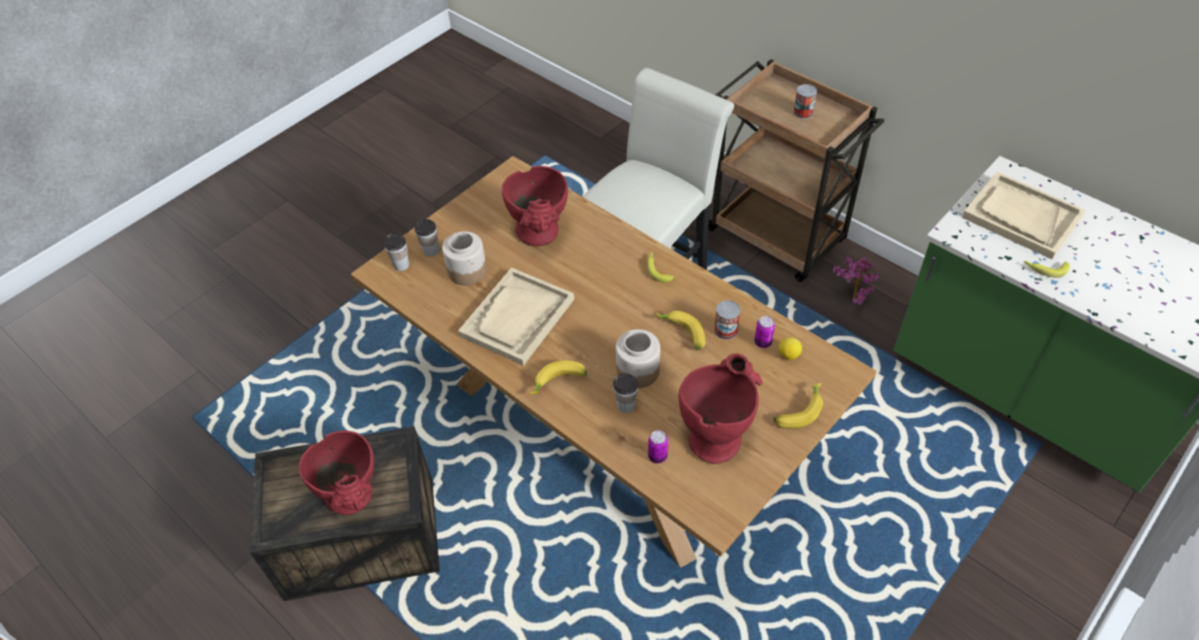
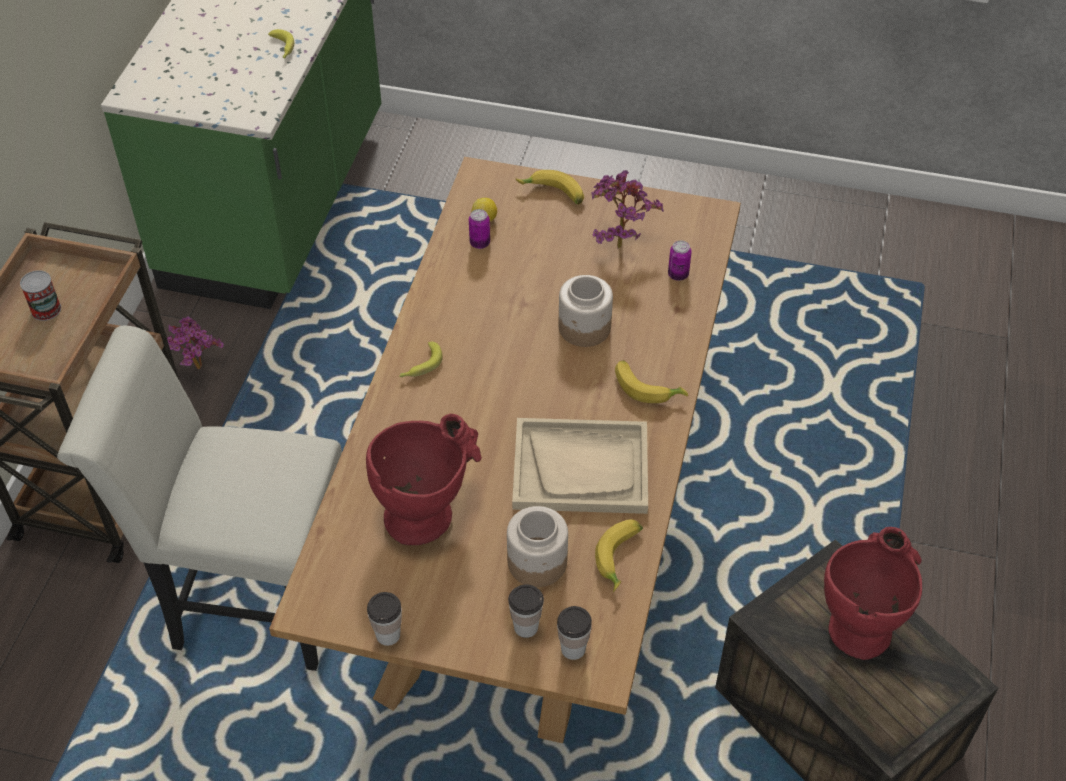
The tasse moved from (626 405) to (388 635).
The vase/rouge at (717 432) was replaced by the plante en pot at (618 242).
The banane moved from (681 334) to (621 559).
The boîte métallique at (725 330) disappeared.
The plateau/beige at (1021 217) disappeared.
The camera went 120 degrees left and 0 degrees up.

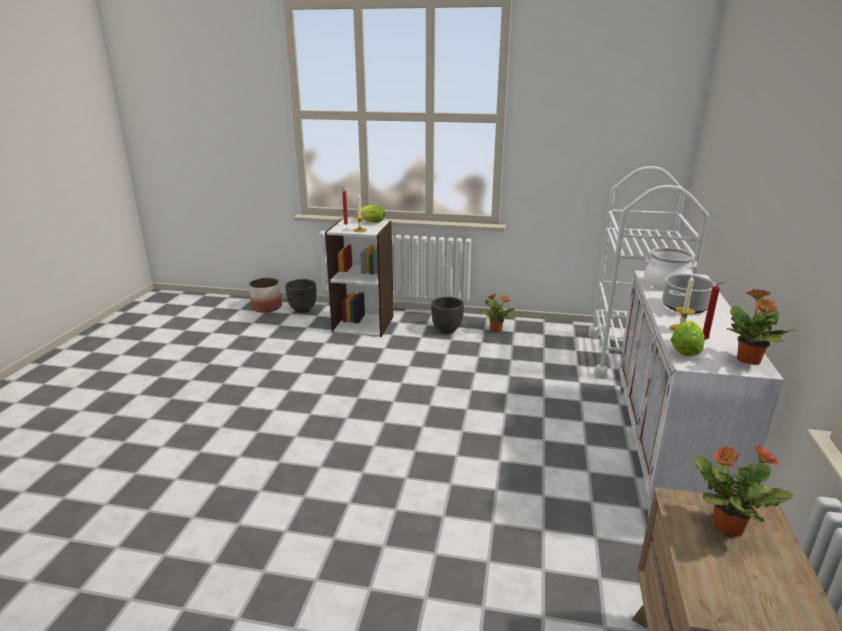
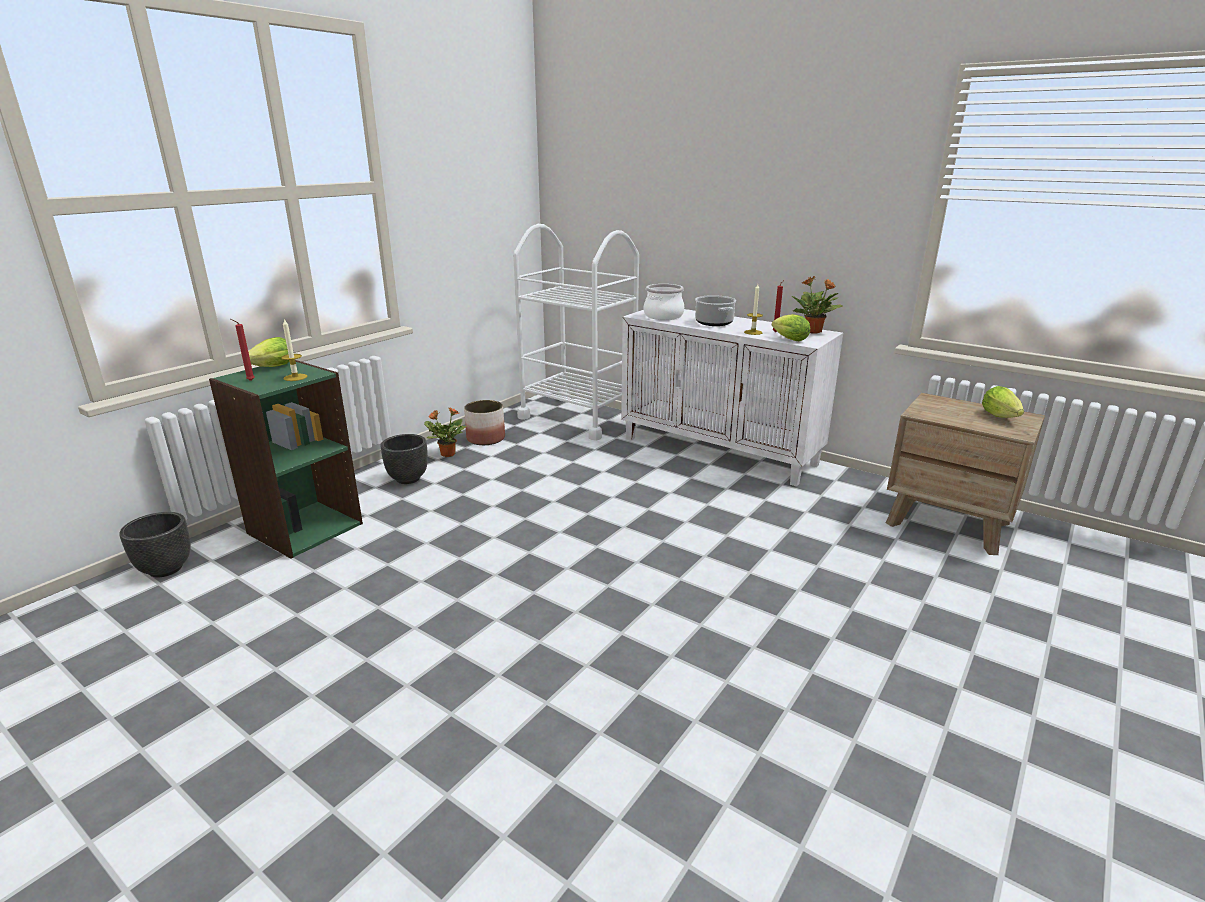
The bibliothèque/blanc at (363 324) became the bibliothèque/vert at (304 528).
The cache-pot moved from (267 307) to (485 438).
The laitue at (1001 417) appeared.
The plante en pot at (726 526) disappeared.
The camera went 65 degrees left and 0 degrees up.

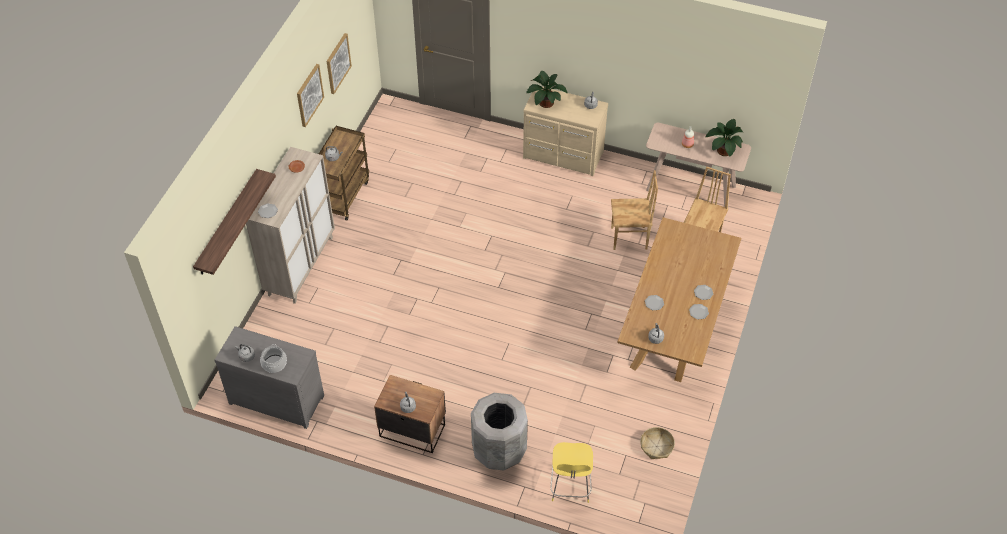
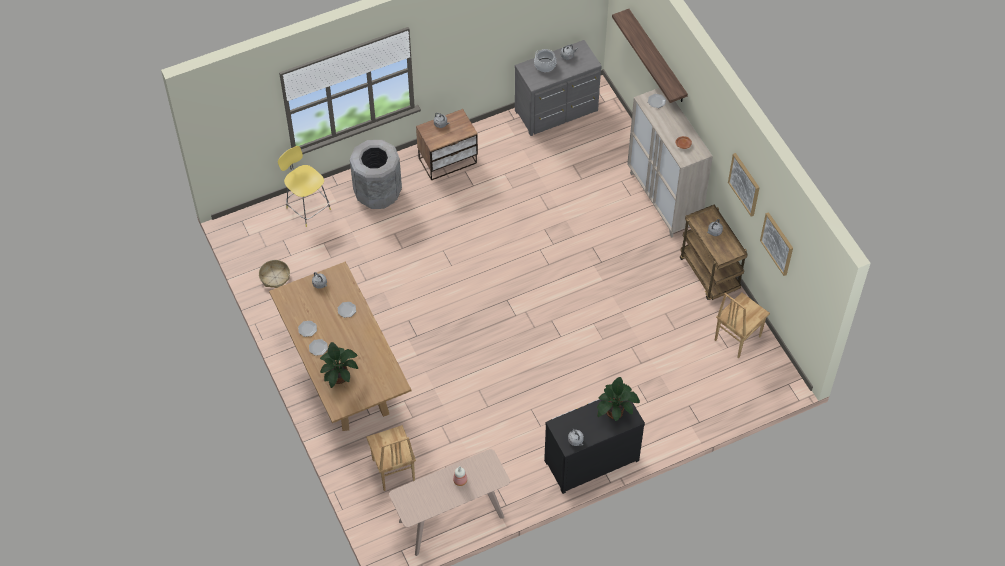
The plante en pot moved from (723 151) to (339 375).
The commode/beige at (563 156) became the commode/noir at (589 458).
The chaise/marron moved from (629 239) to (736 338).
The camera went 135 degrees right and 5 degrees up.

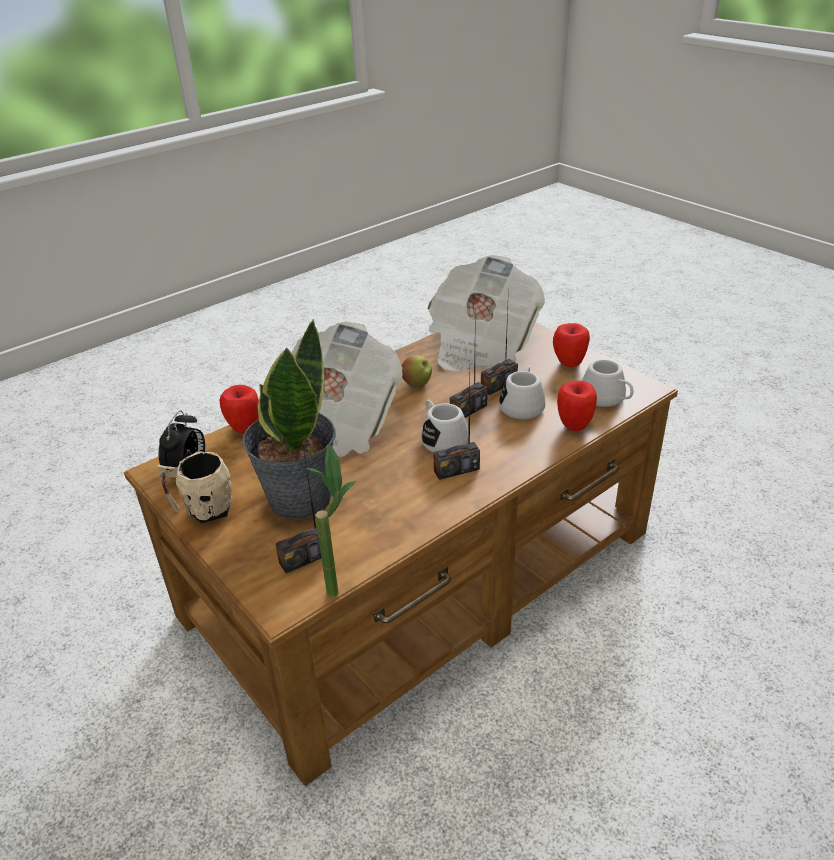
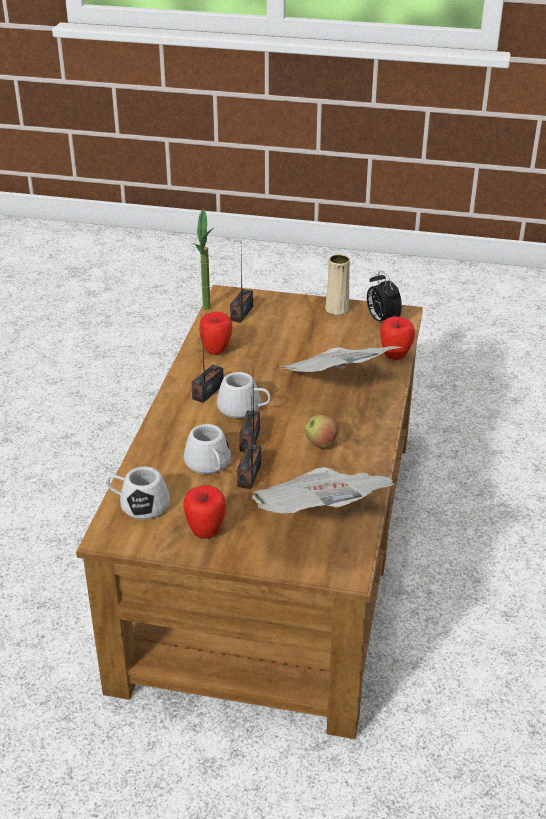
The pomme moved from (574 425) to (216 351).
The mug/beige at (202 509) was replaced by the vase/beige at (337 309).
The plante en pot at (298 498) disappeared.
The camera went 140 degrees right and 0 degrees up.

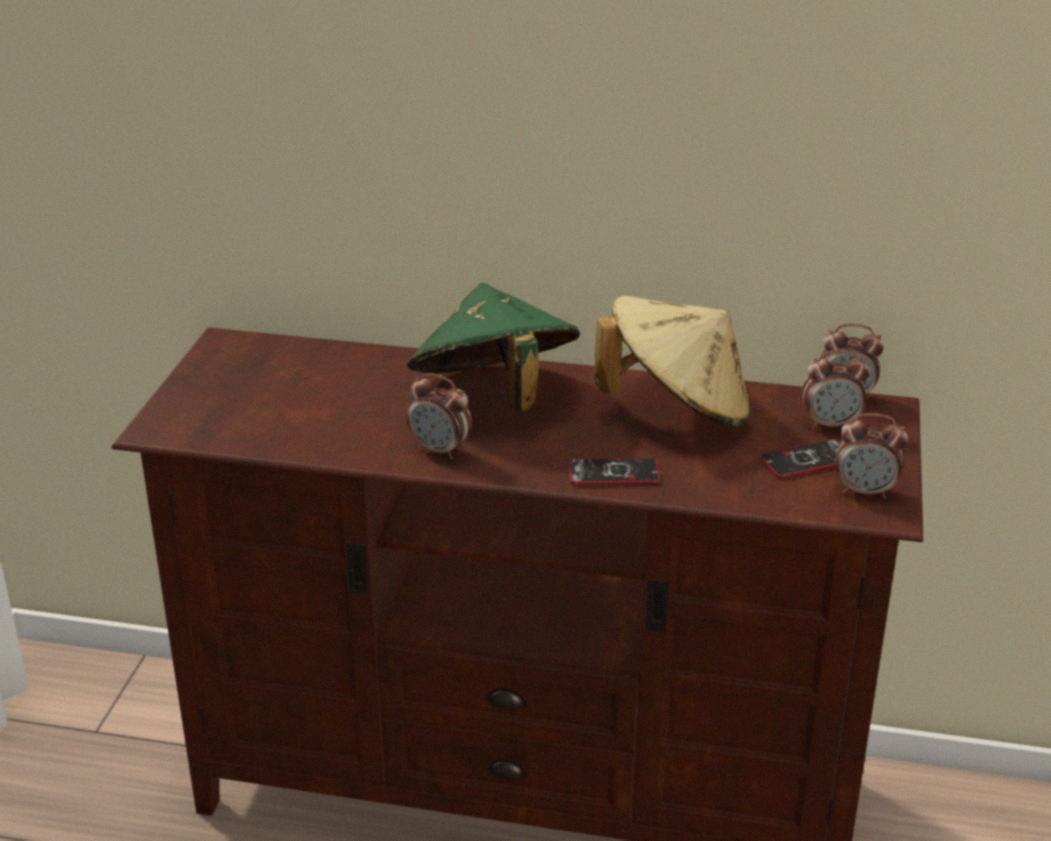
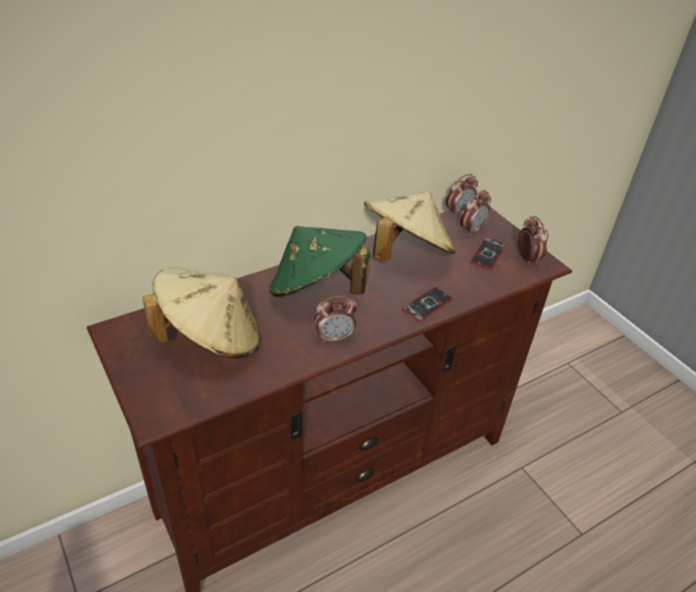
The chapeau/beige at (211 339) appeared.
The réveil at (865 491) turned 75 degrees counterclockwise.
The camera went 45 degrees left and 10 degrees up.

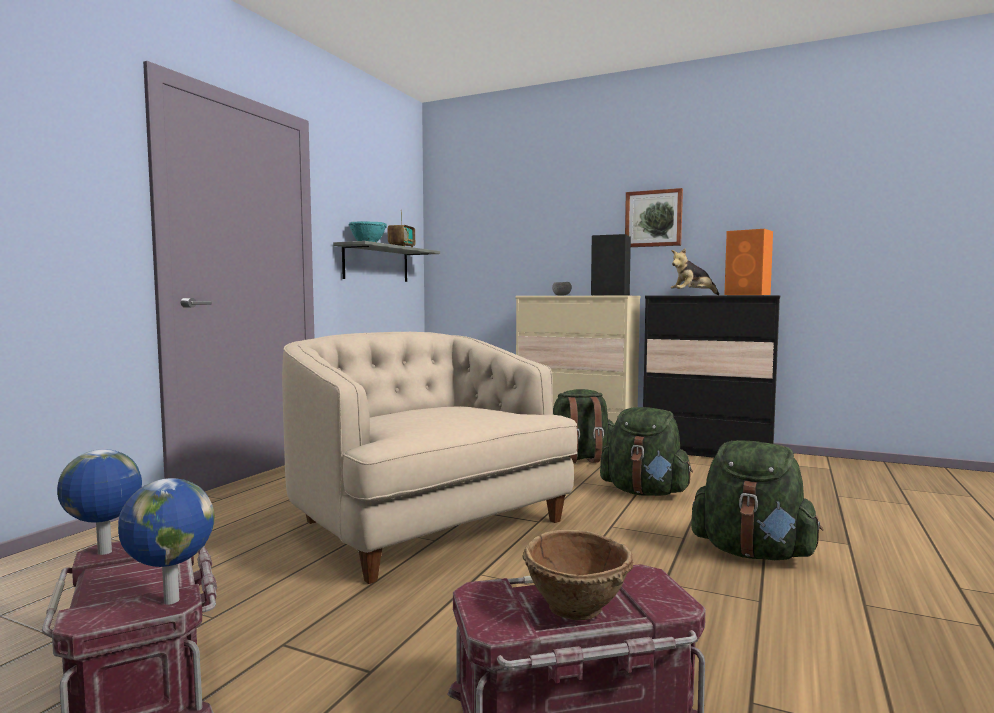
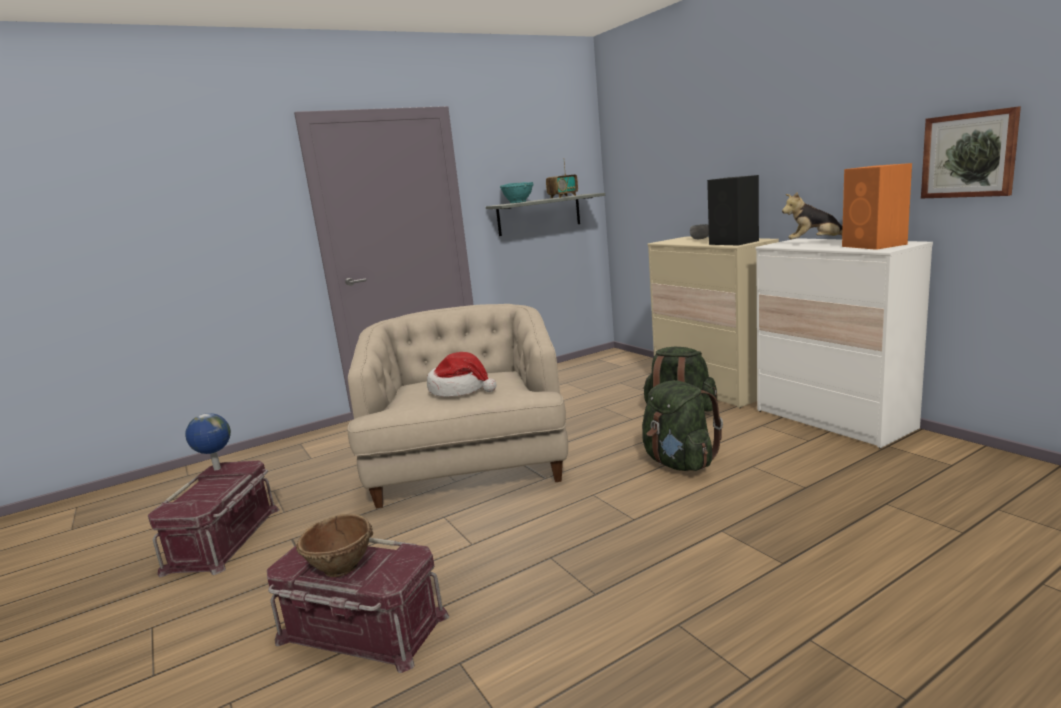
The chapeau at (460 389) appeared.
The commode/noir at (707 451) became the commode/blanc at (833 420).
The tableau moved from (653 218) to (969 155).
The globe at (169 601) disappeared.
The sac à dos/vert at (752 553) disappeared.
The camera went 35 degrees right and 10 degrees up.

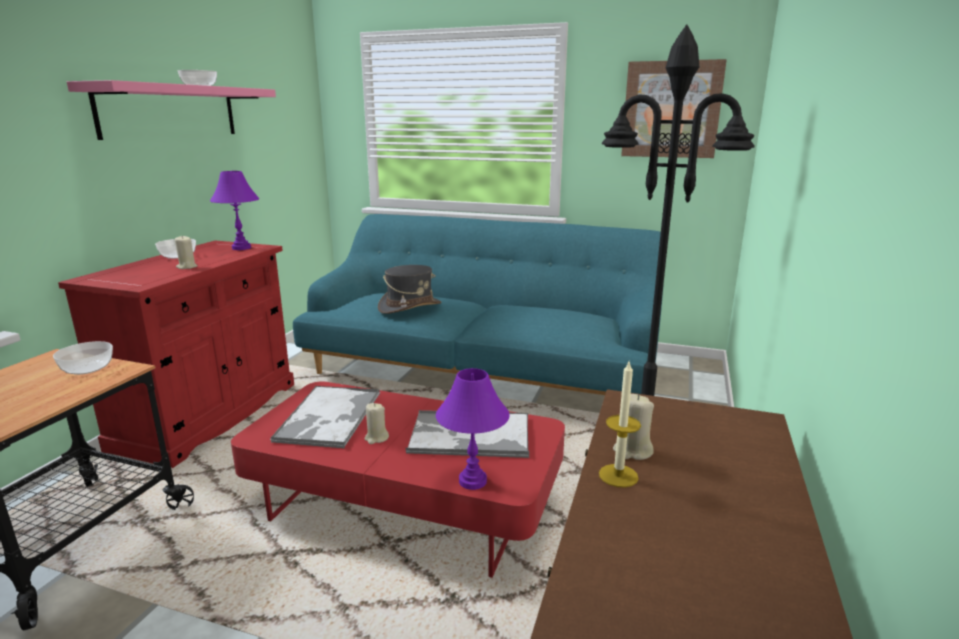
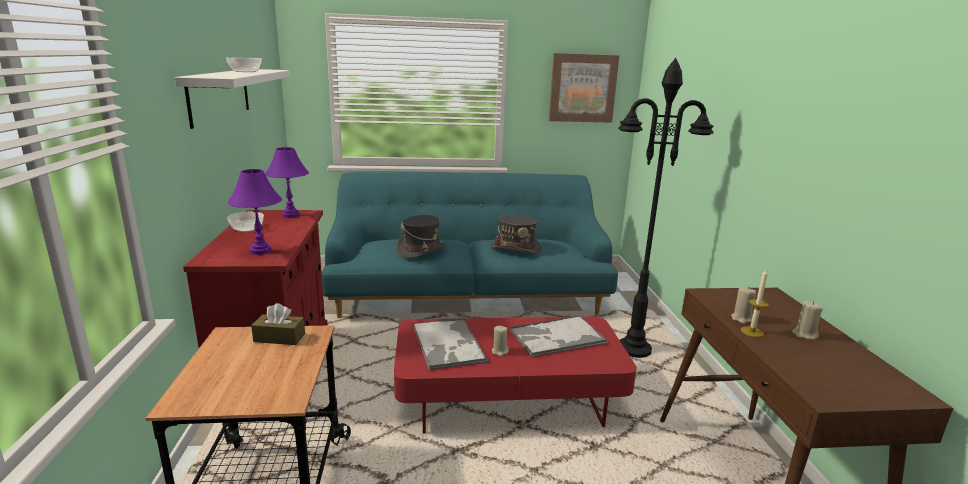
The étagère/rose at (170 111) became the étagère/blanc at (220 95).
The lampe de table/violet moved from (472 480) to (260 251).
The bol at (86 368) was replaced by the boîte à mouchoirs/marron at (279 338).
The chapeau/gris at (516 248) appeared.
The bougie/beige moved from (187 267) to (804 335).
The camera went 25 degrees left and 0 degrees up.

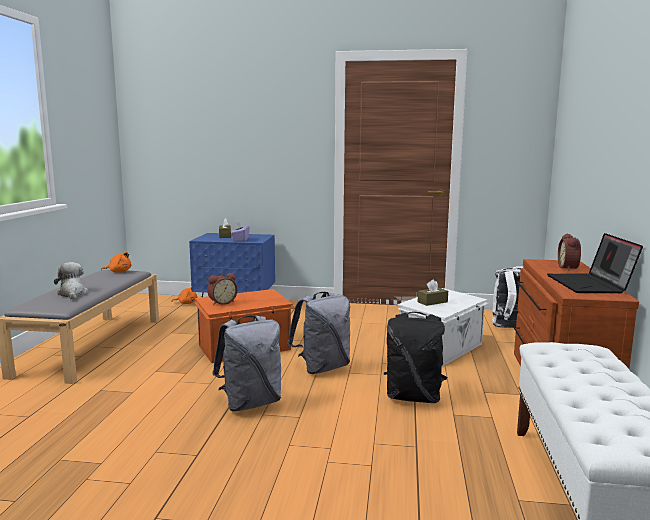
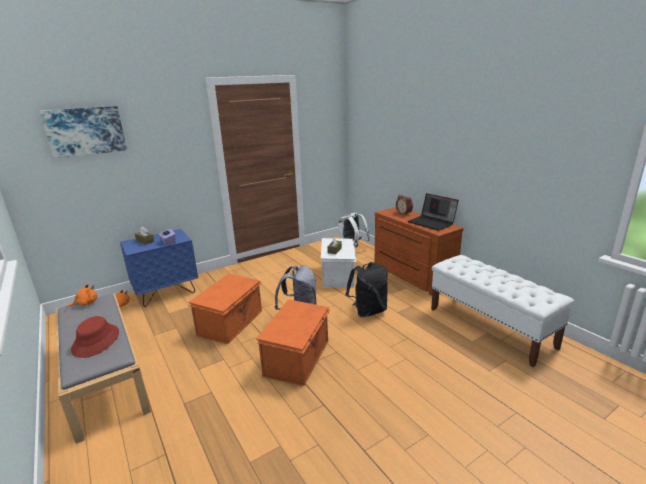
The tableau at (85 131) appeared.
The peluche at (72 294) was replaced by the chapeau/rouge at (96 341).
The sac à dos/gris at (250 403) was replaced by the boîte de rangement/orange at (298 357).
The réveil at (222 302) disappeared.
The camera went 40 degrees left and 10 degrees up.

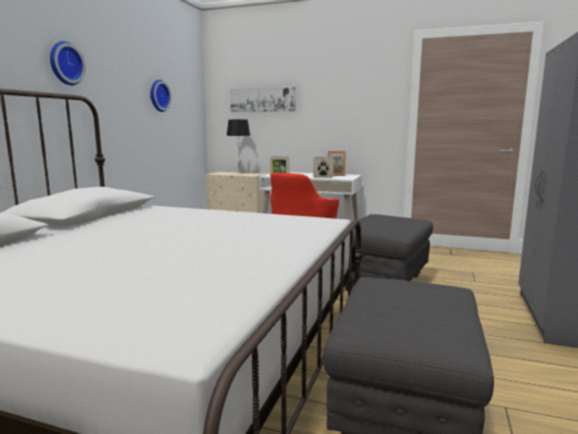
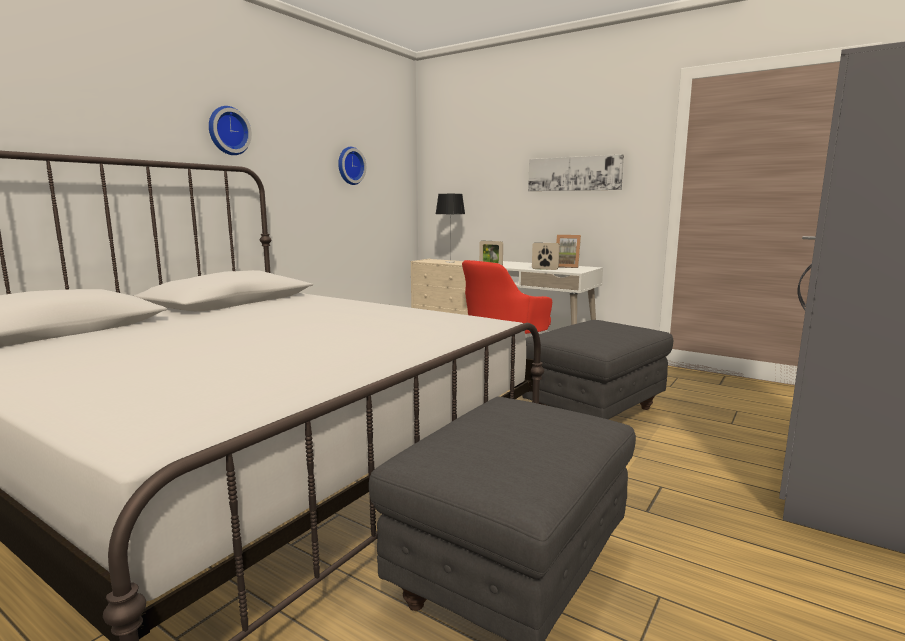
The tableau moved from (262 99) to (574 174).
The camera went 15 degrees right and 0 degrees up.

